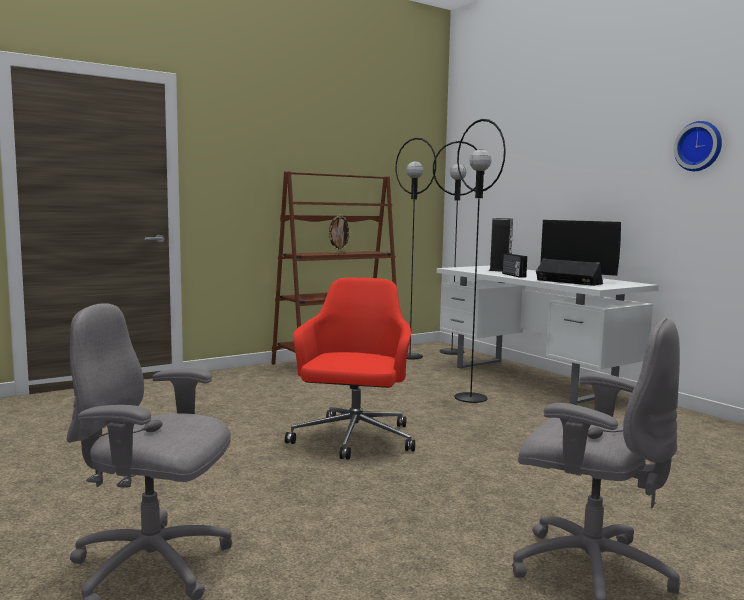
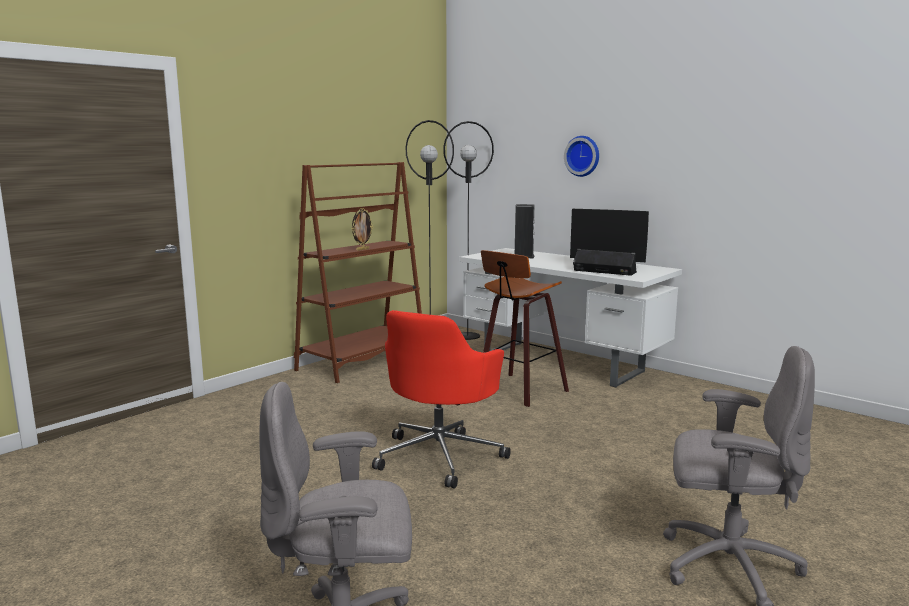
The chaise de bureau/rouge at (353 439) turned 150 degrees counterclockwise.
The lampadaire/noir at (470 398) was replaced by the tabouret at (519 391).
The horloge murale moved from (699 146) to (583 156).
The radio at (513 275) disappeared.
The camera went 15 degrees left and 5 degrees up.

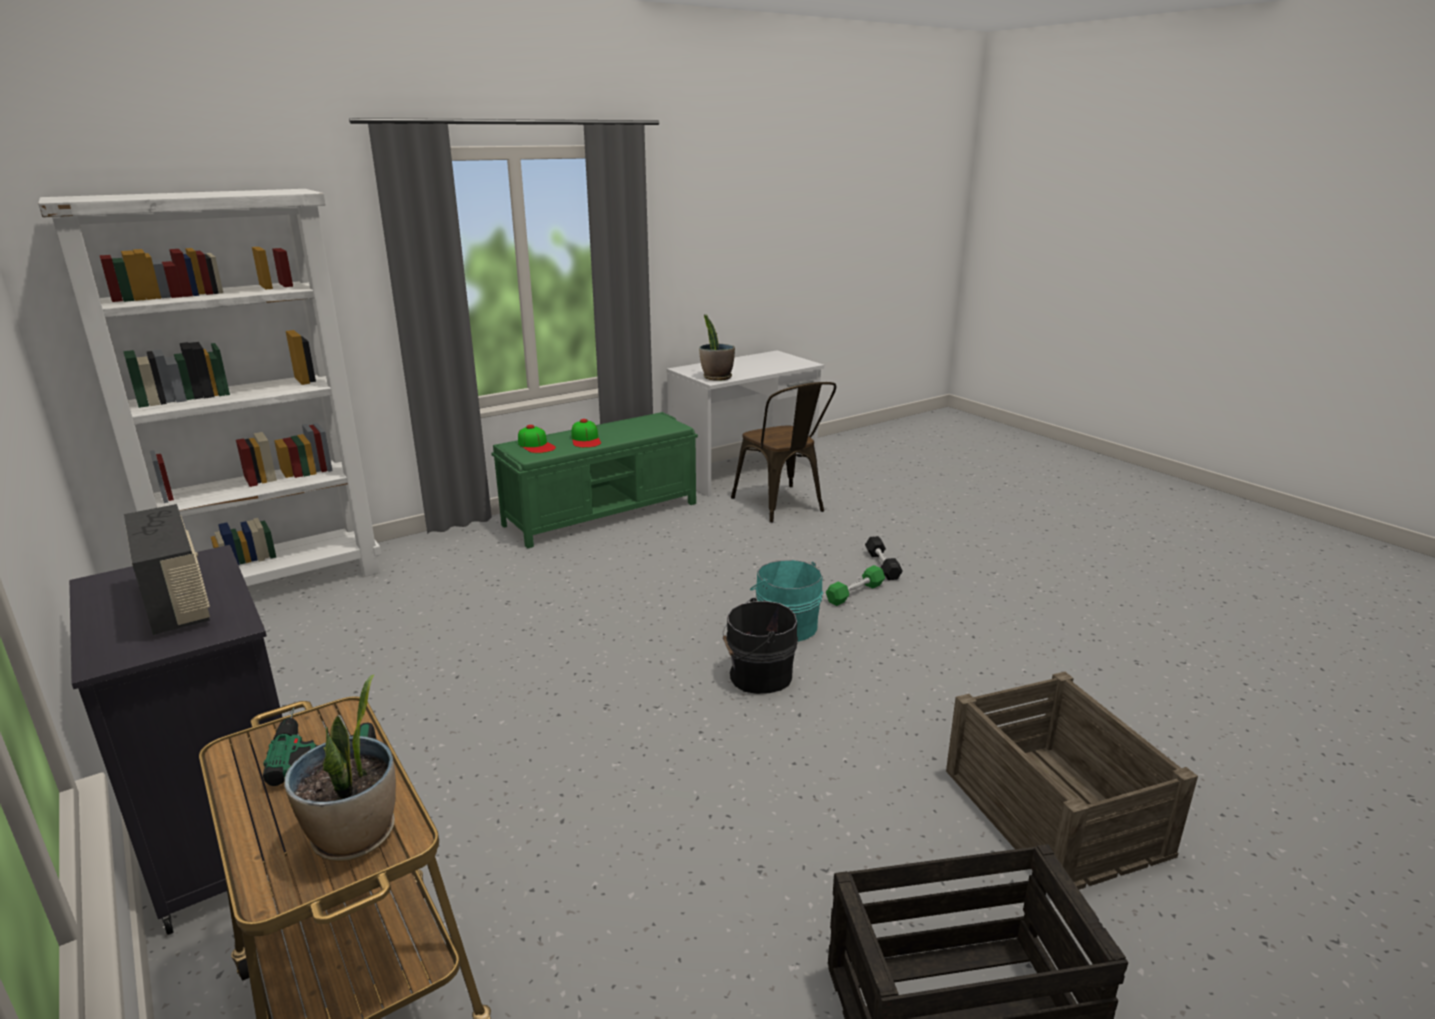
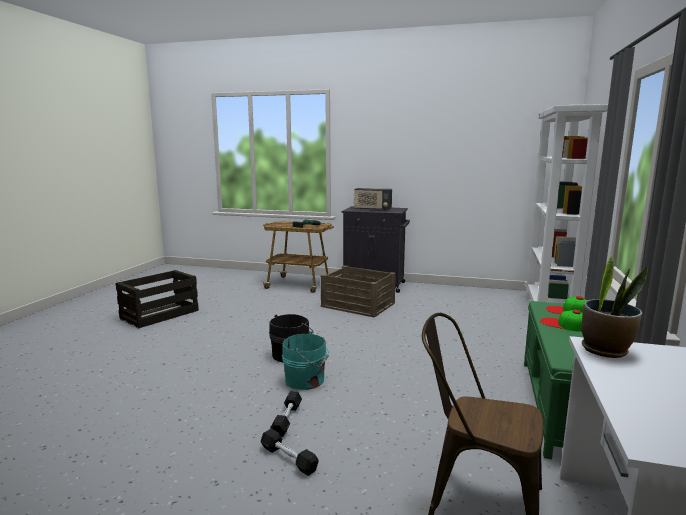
The haltère/vert at (855 593) became the haltère/noir at (287 420).
The caisse moved from (1053 812) to (358 304).
The plante en pot at (355 836) disappeared.
The camera went 140 degrees right and 10 degrees down.

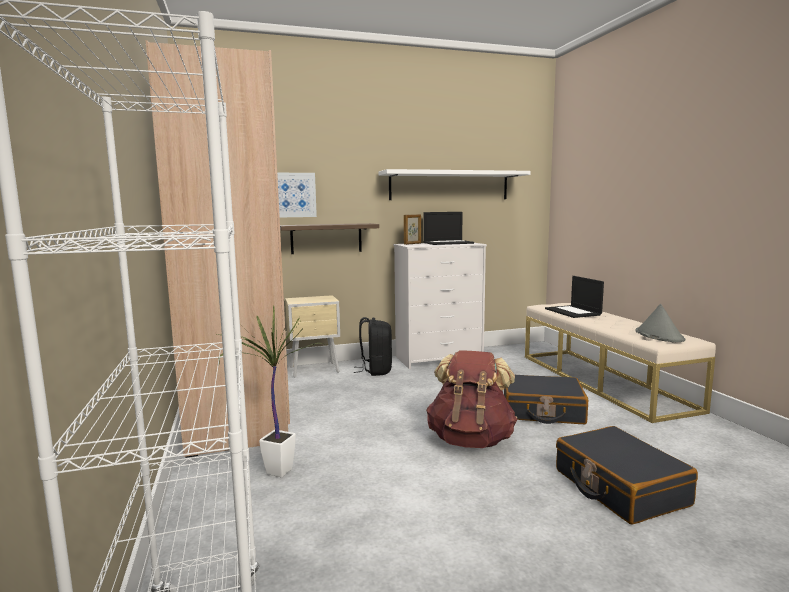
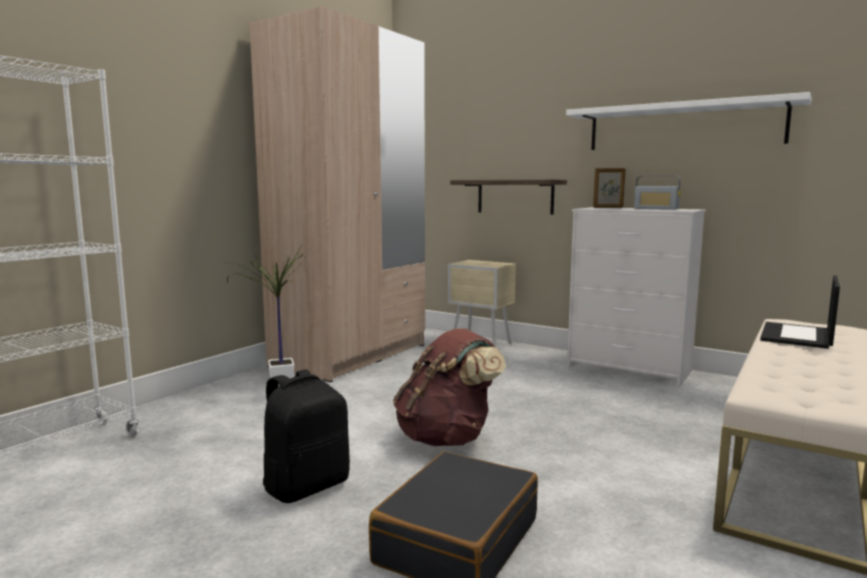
The sac à dos/noir moved from (375 370) to (306 486).
The ordinateur portable at (448 243) was replaced by the radio at (656 209).
The tableau at (293 195) disappeared.
The valise/noir at (542 411) disappeared.
The chapeau/gris at (658 335) disappeared.
The camera went 50 degrees right and 0 degrees up.

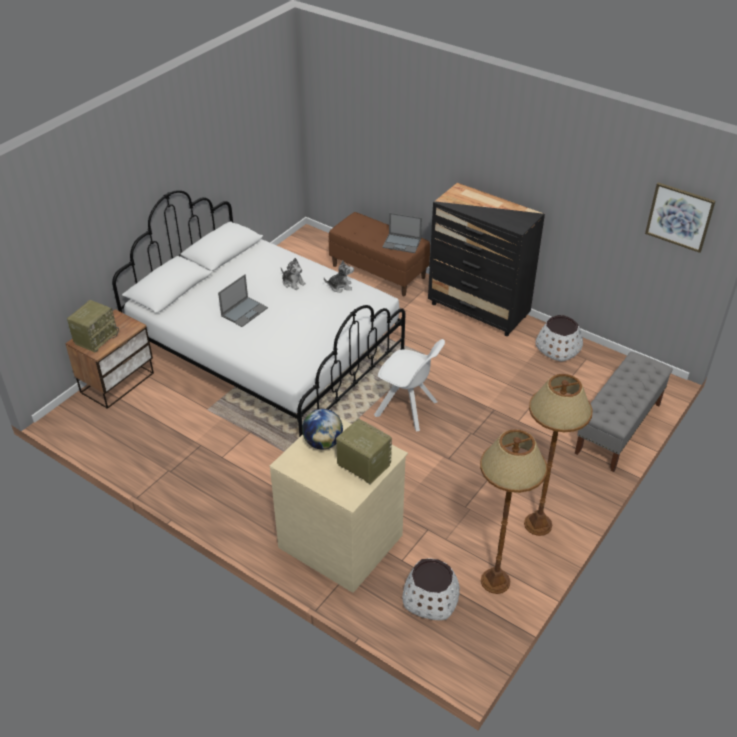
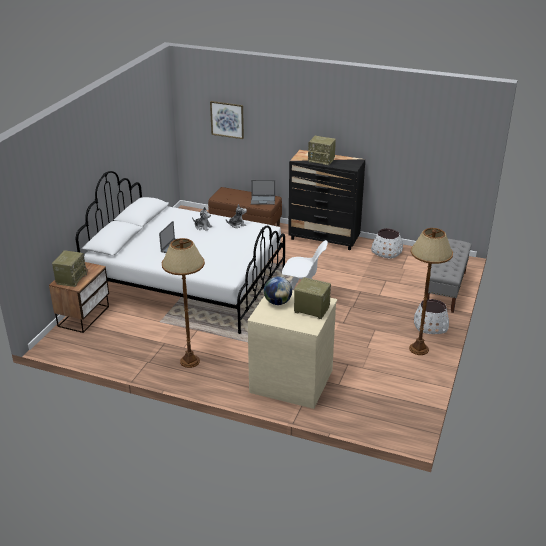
The lampadaire/marron moved from (495 581) to (190 361).
The tableau moved from (679 217) to (227 119).
The radio at (322 160) appeared.
The cache-pot/blanc moved from (430 598) to (430 326).
The camera went 15 degrees left and 10 degrees down.

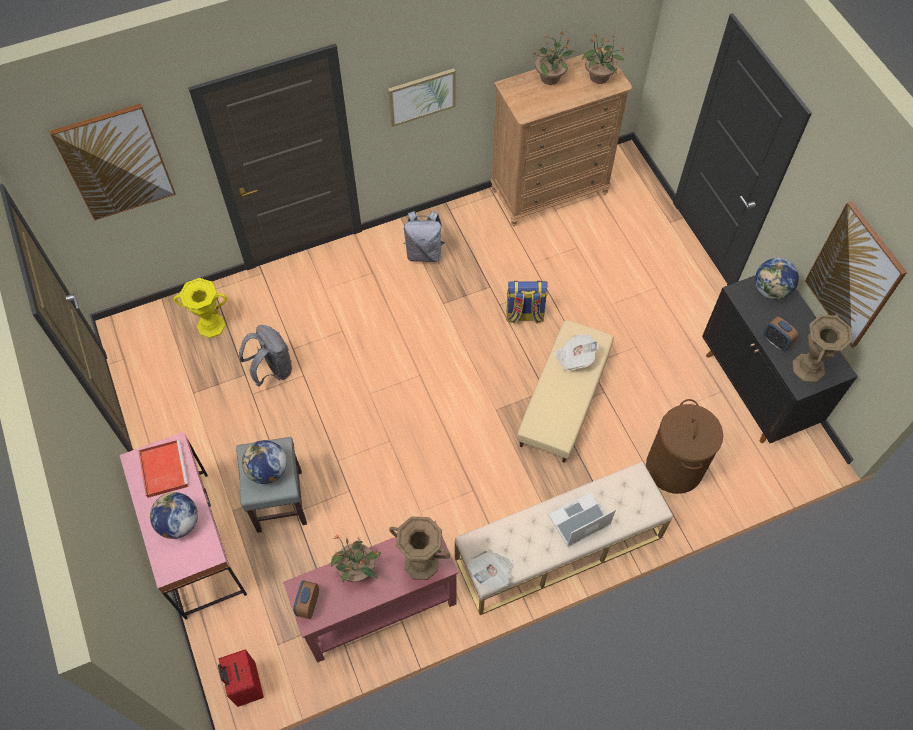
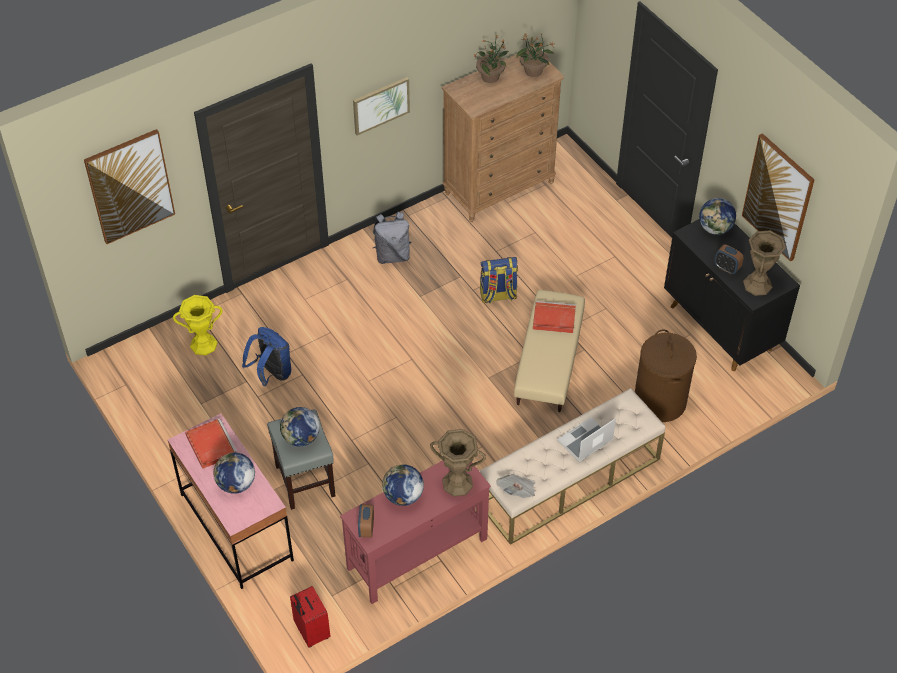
The sac à dos/gris at (272 370) became the sac à dos/bleu at (271 374).
The plante en pot at (357 569) was replaced by the globe at (403 496).
The journal at (574 357) was replaced by the plateau/rouge at (553 319).
The camera went 10 degrees left and 10 degrees down.

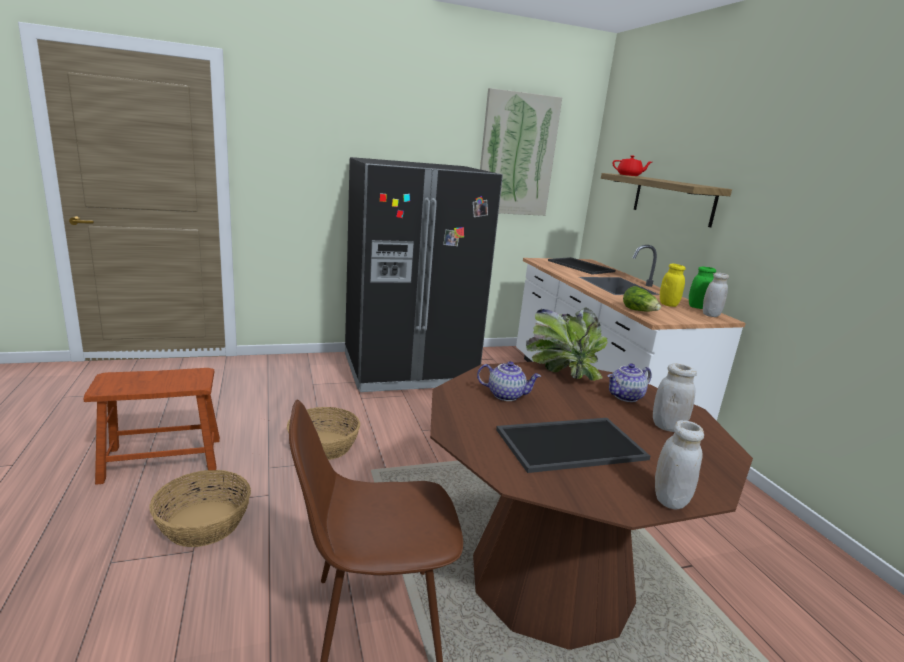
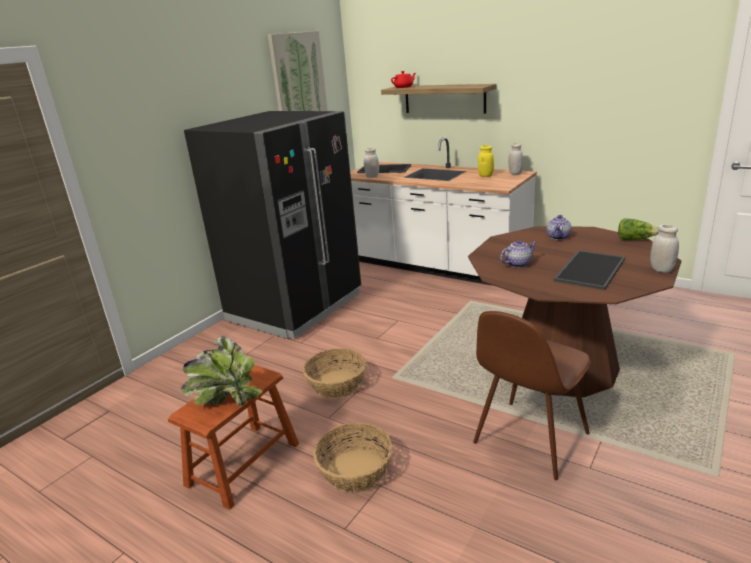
The plante en pot moved from (562 372) to (225 399).
The bocal/blanc moved from (667 427) to (372 176).
The laitue moved from (639 311) to (635 239).
The bocal/vert at (698 307) disappeared.
The camera went 35 degrees left and 5 degrees up.

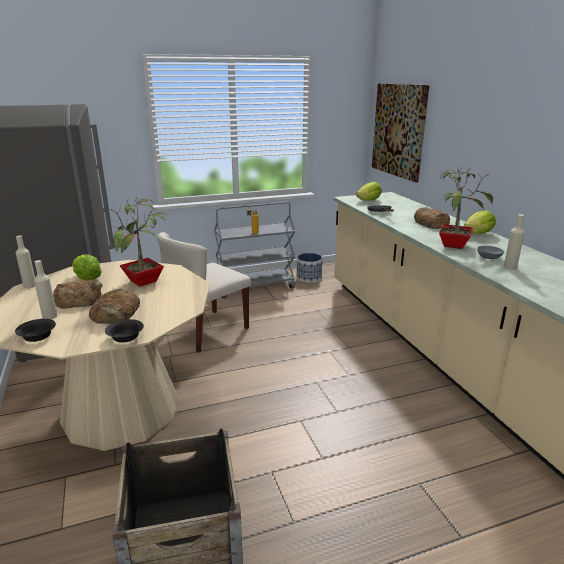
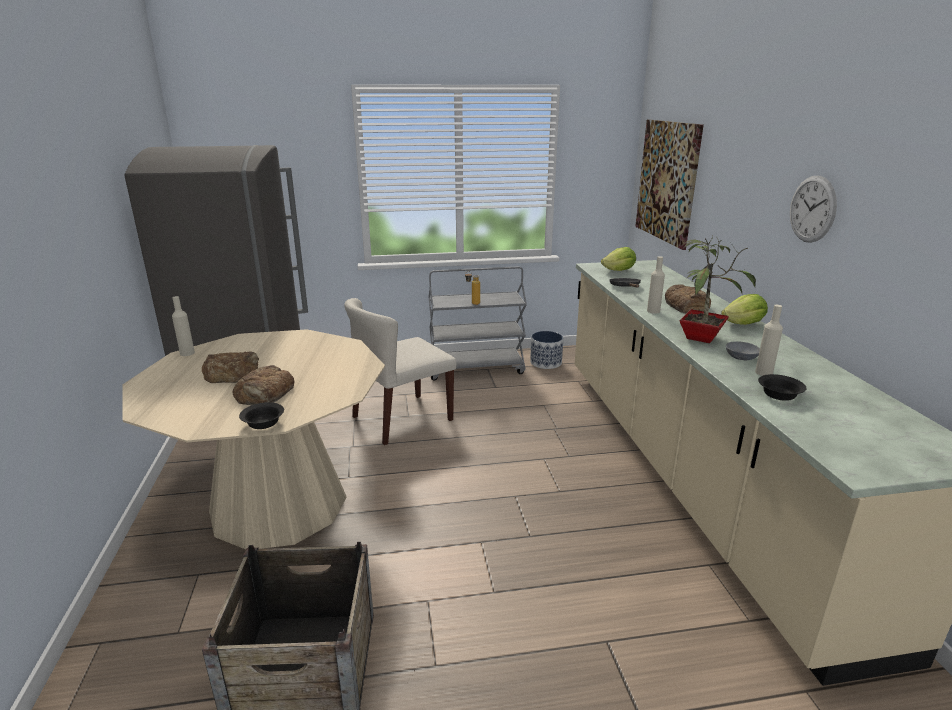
The bouteille/beige moved from (50 316) to (653 311).
The bol/noir moved from (38 337) to (780 395).
The horloge murale at (812 209) appeared.
The laitue at (87 279) disappeared.
The plante en pot at (144 282) disappeared.
The camera went 10 degrees right and 0 degrees up.

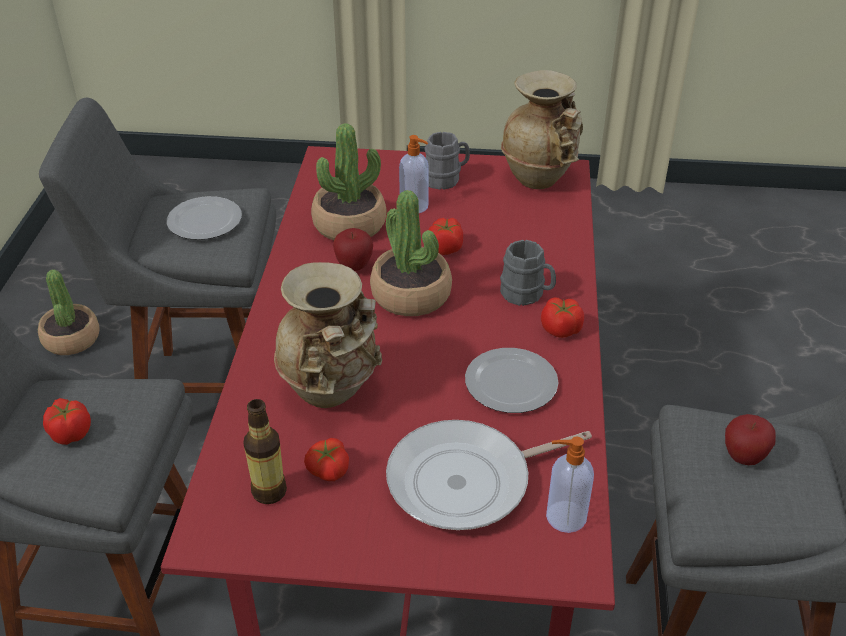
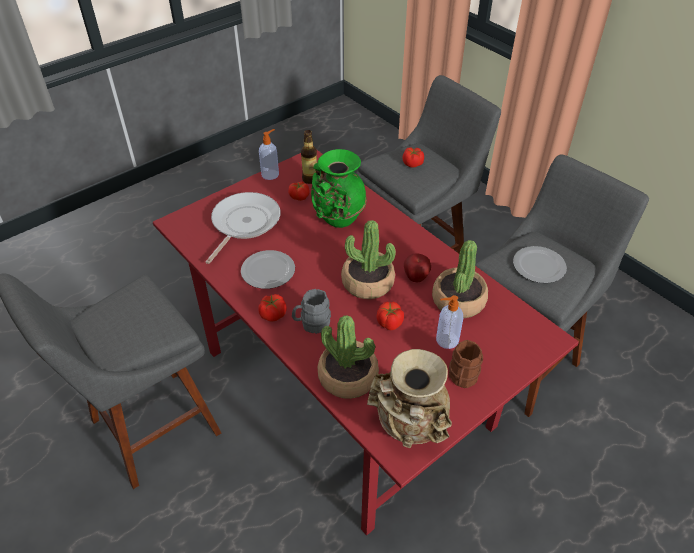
The distributeur de savon moved from (564 517) to (270 174).
The vase/beige at (332 391) became the vase/vert at (337 220).
The plante en pot moved from (71 339) to (348 376).
The mug/gris at (446 179) became the mug/marron at (462 379).
The pomme at (743 457) disappeared.
The camera went 135 degrees right and 5 degrees up.

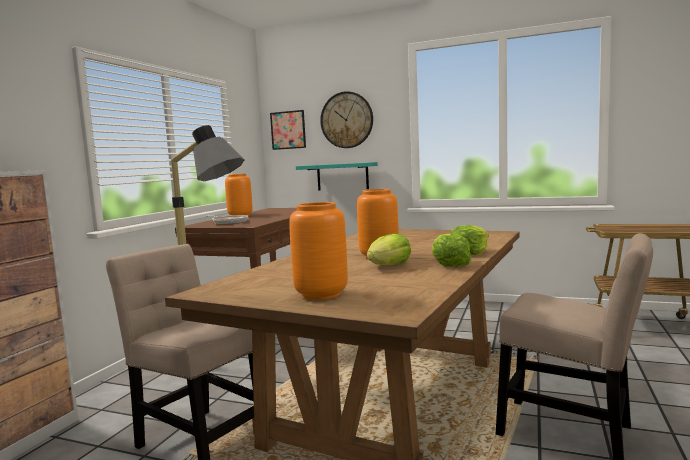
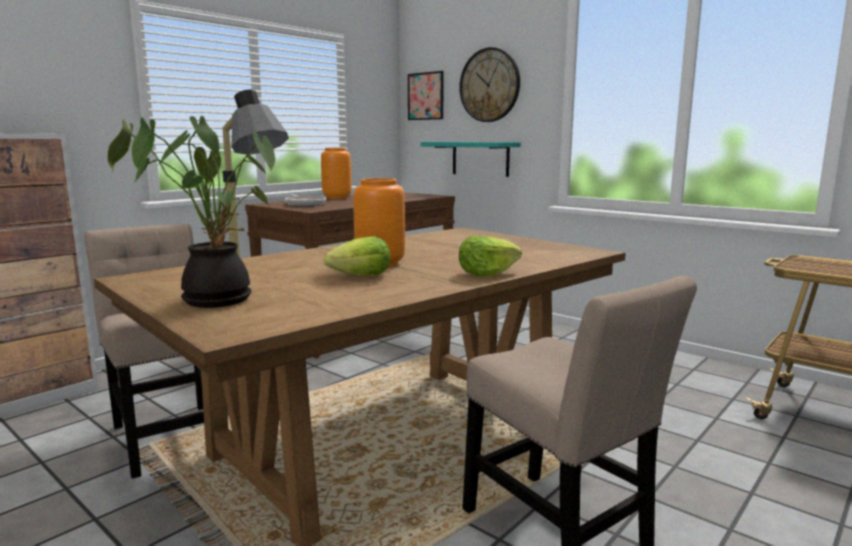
The vase/orange at (320 295) was replaced by the plante en pot at (215 298).
The laitue at (449 264) disappeared.
The camera went 20 degrees right and 5 degrees up.

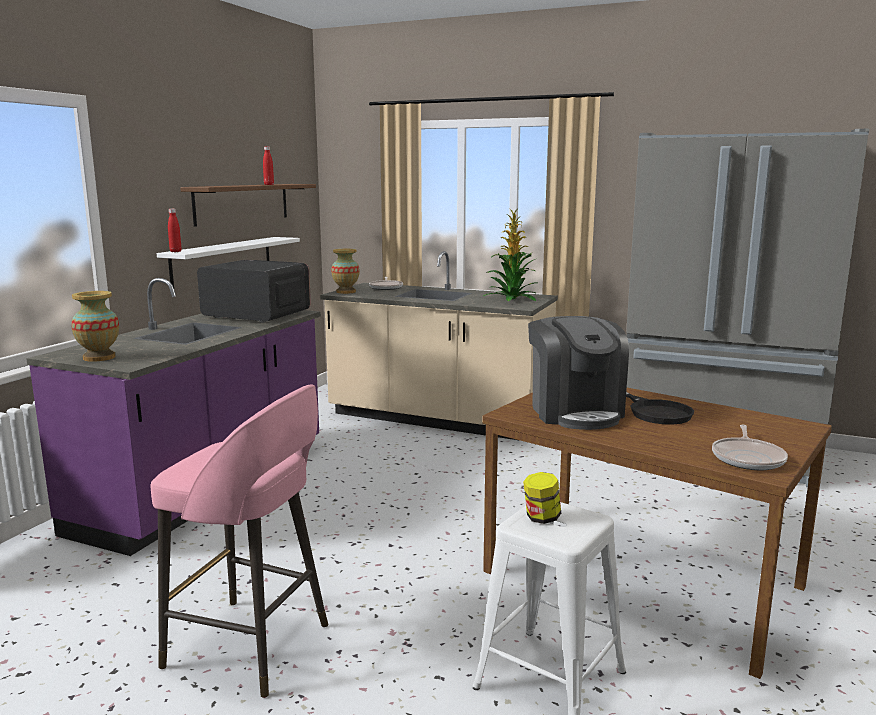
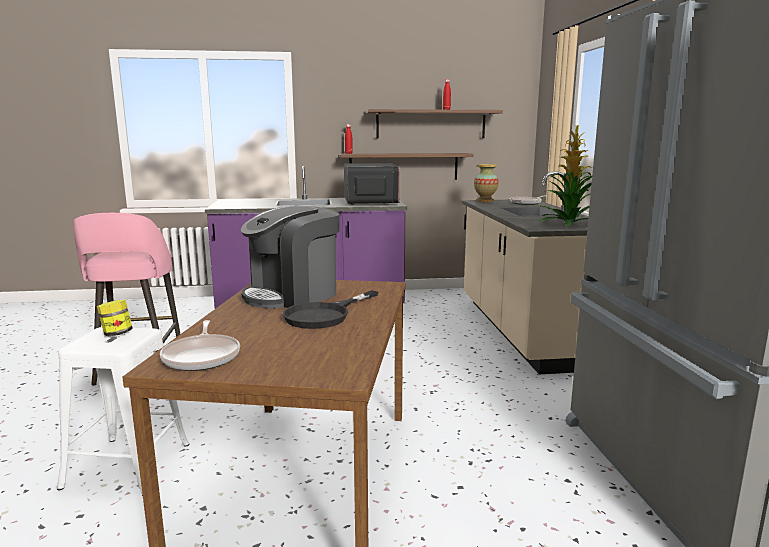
The poêle at (748 458) turned 90 degrees counterclockwise.
The étagère/blanc at (223 262) became the étagère/marron at (403 166).
The vase at (99 357) disappeared.
The camera went 60 degrees right and 0 degrees up.

